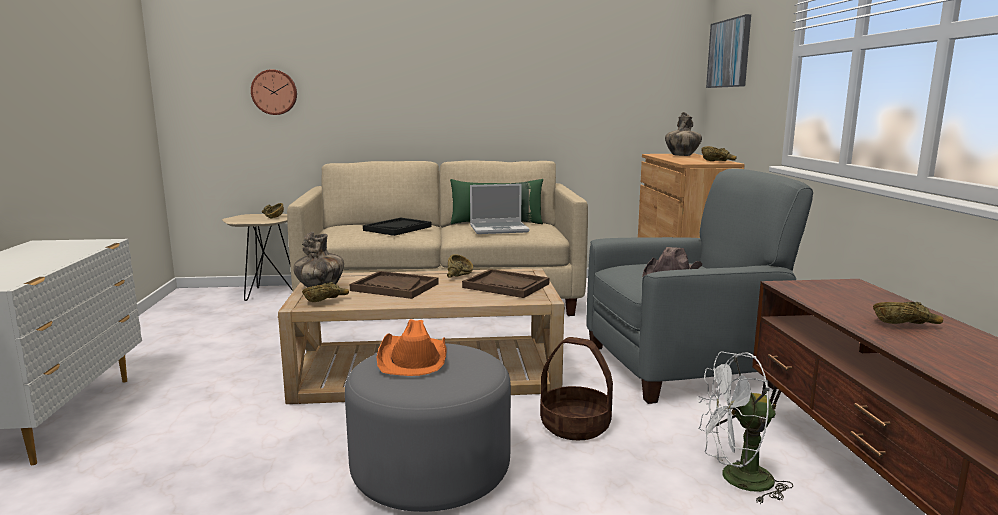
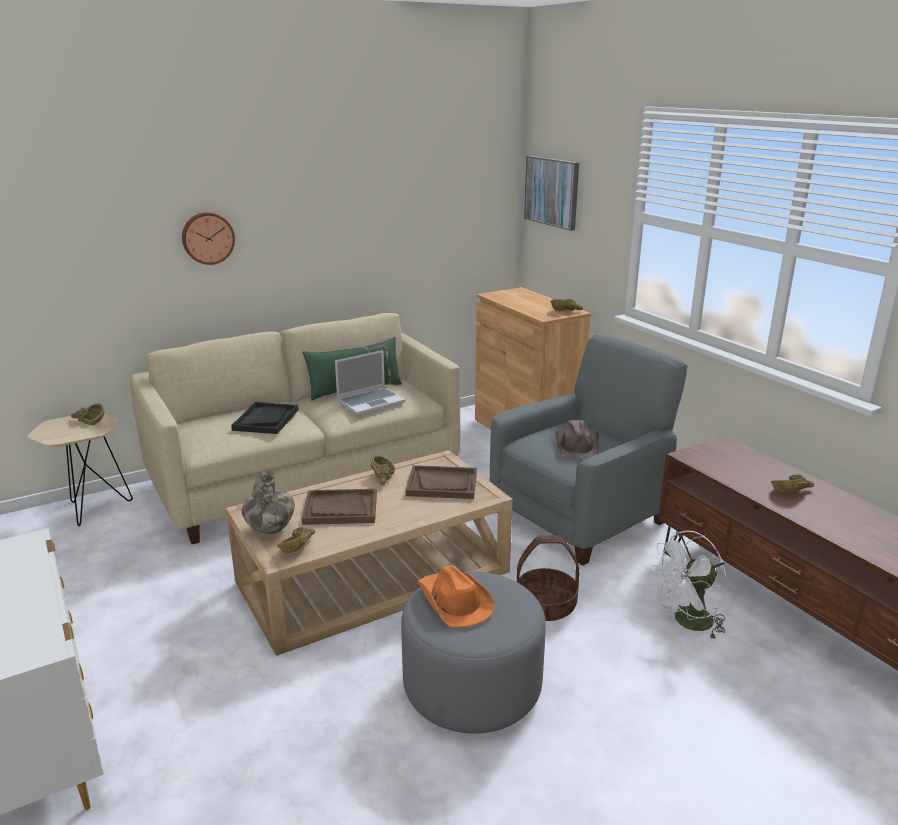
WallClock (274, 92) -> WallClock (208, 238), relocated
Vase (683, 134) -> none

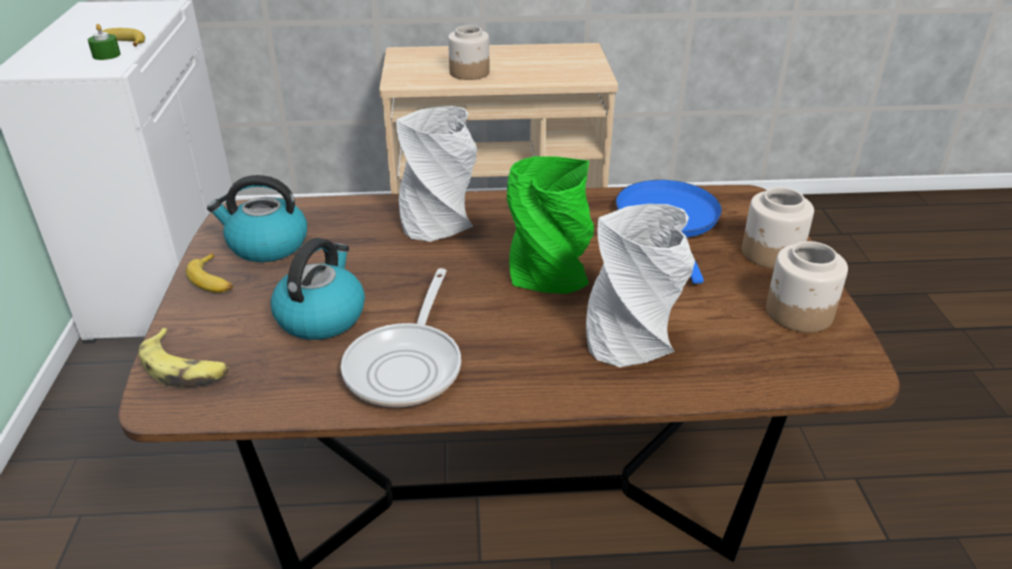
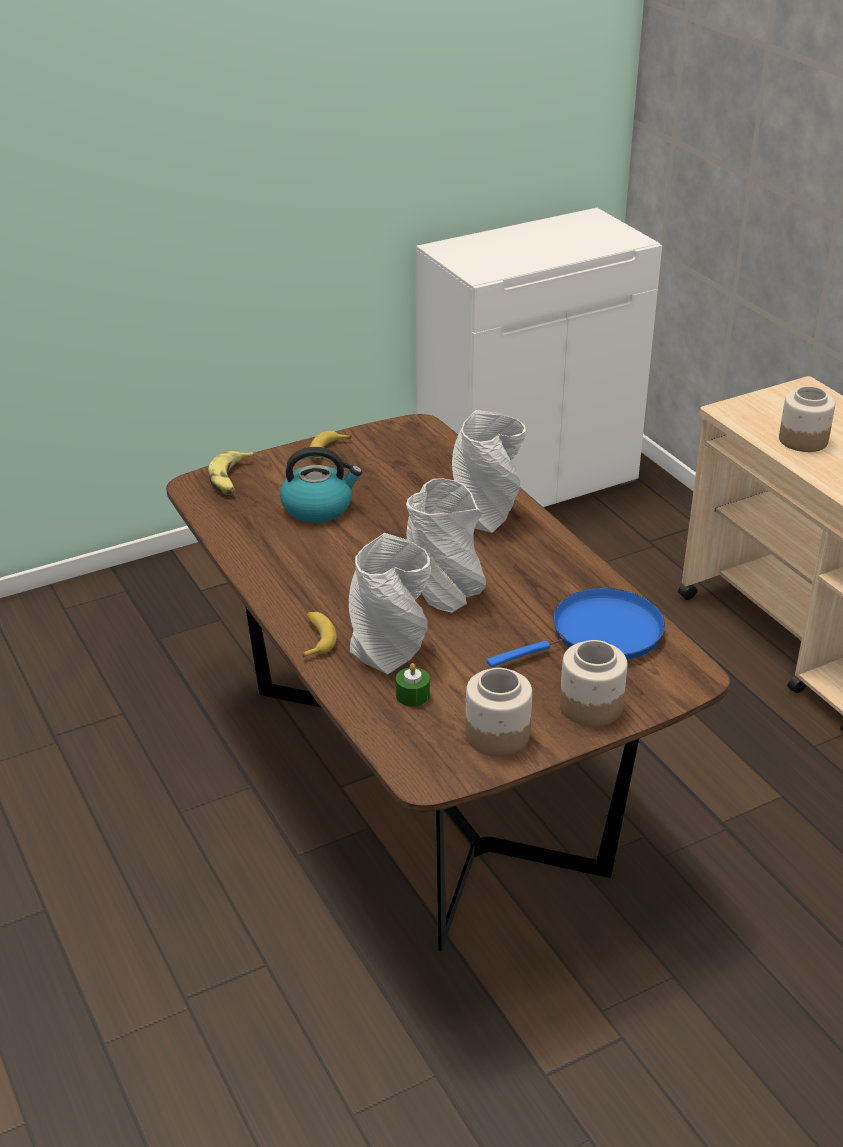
GreenCandle (104, 42) -> GreenCandle (413, 685), relocated
Banana (123, 37) -> Banana (319, 635), relocated
Kettle (257, 218) -> none
FryingPan (401, 337) -> none
GreenVase (550, 225) -> GreyVase (446, 545)

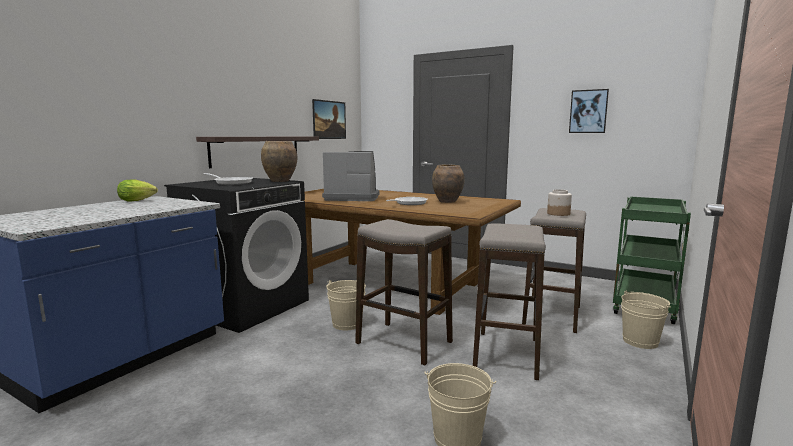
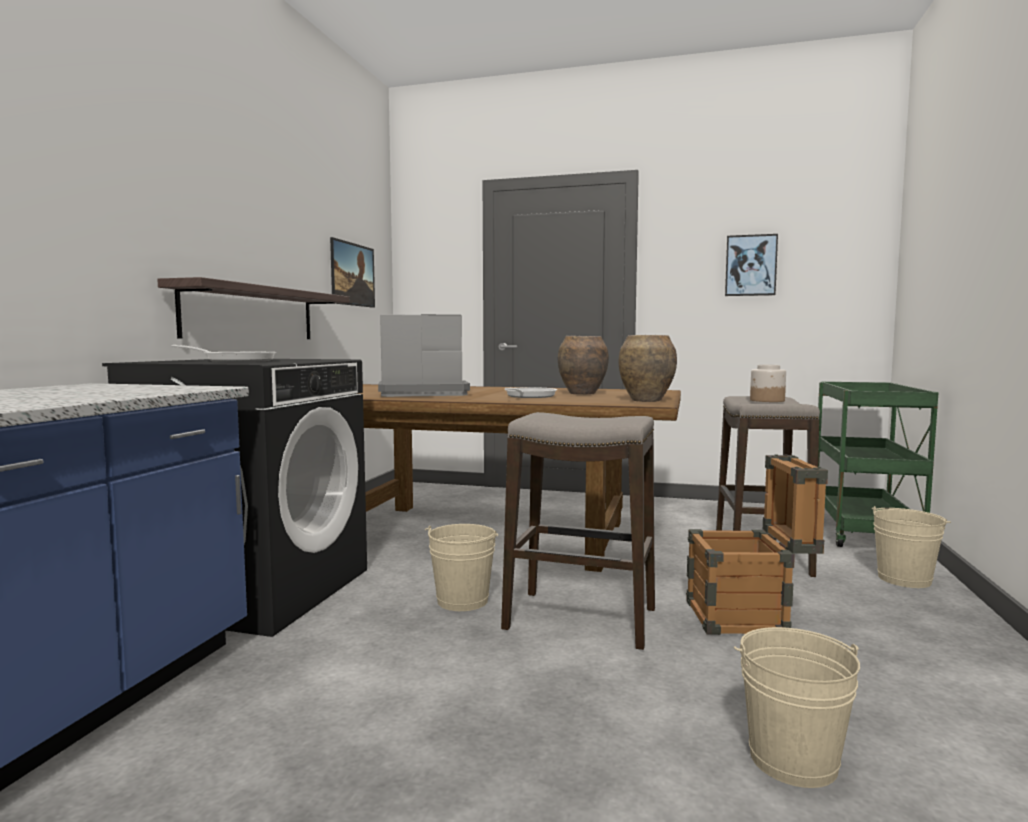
Lettuce (137, 190) -> none
BrownVase (279, 161) -> BrownVase (647, 368), relocated
Stool (509, 301) -> Crate (757, 544)

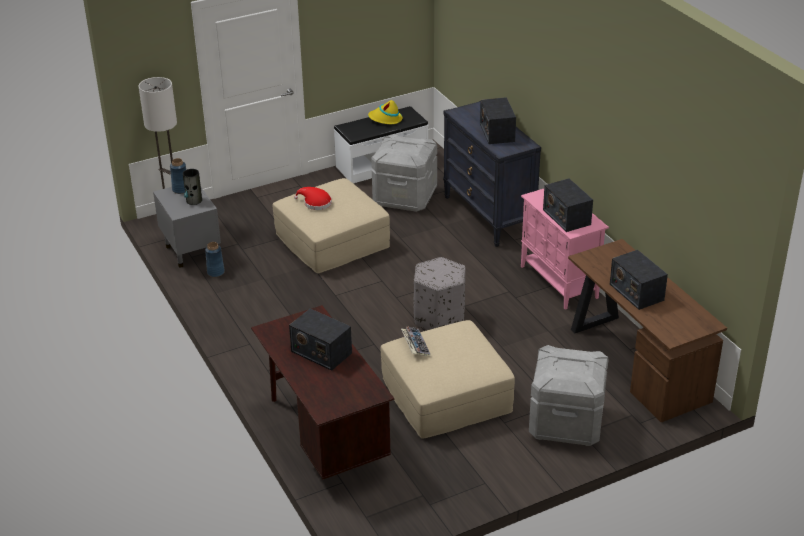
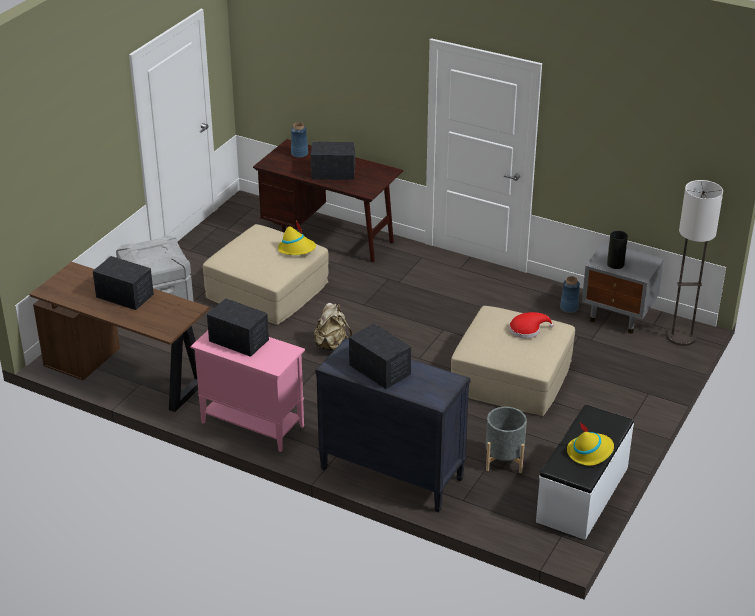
BlueVase (178, 176) -> BlueVase (299, 140), relocated
GreyStorageBox (404, 173) -> GreyPlanter (506, 440)
Keyboard (416, 341) -> YellowHat (297, 237)
GreyOttoman (440, 293) -> BeigeBackpack (333, 327)

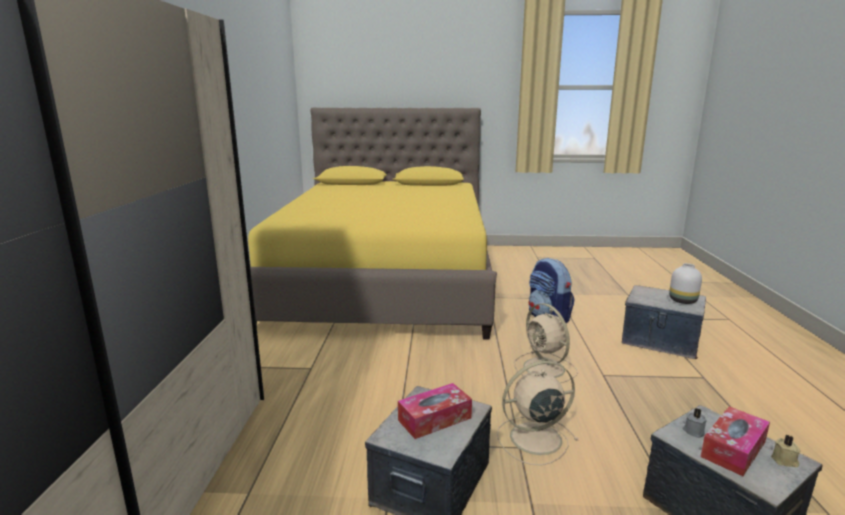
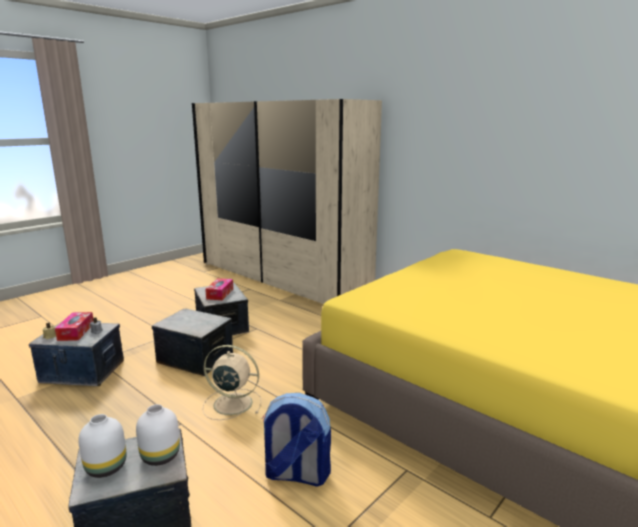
BeigeFan (538, 413) -> StorageBox (192, 342)
none -> WhiteVase (158, 435)

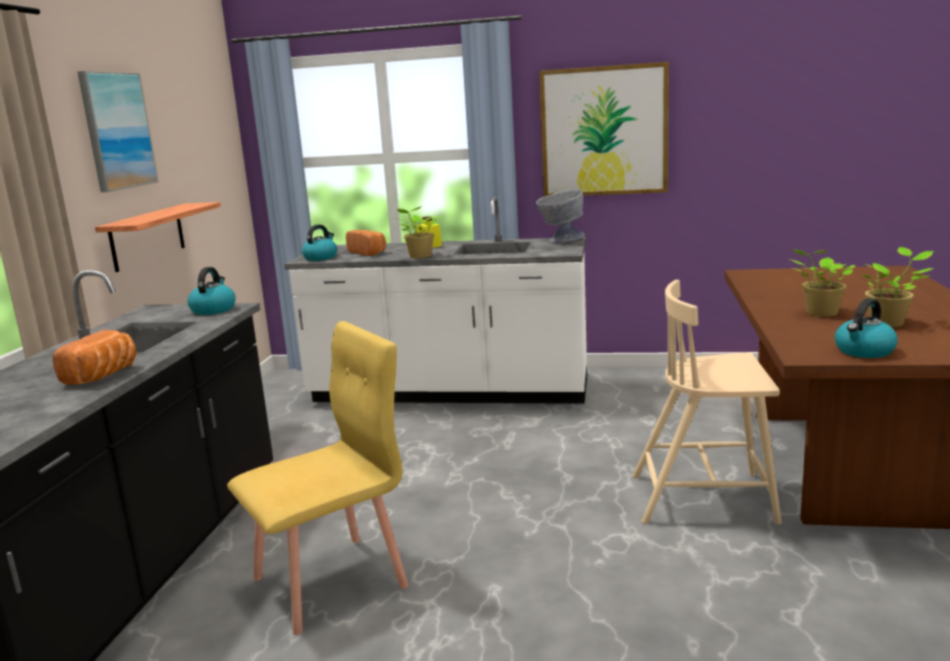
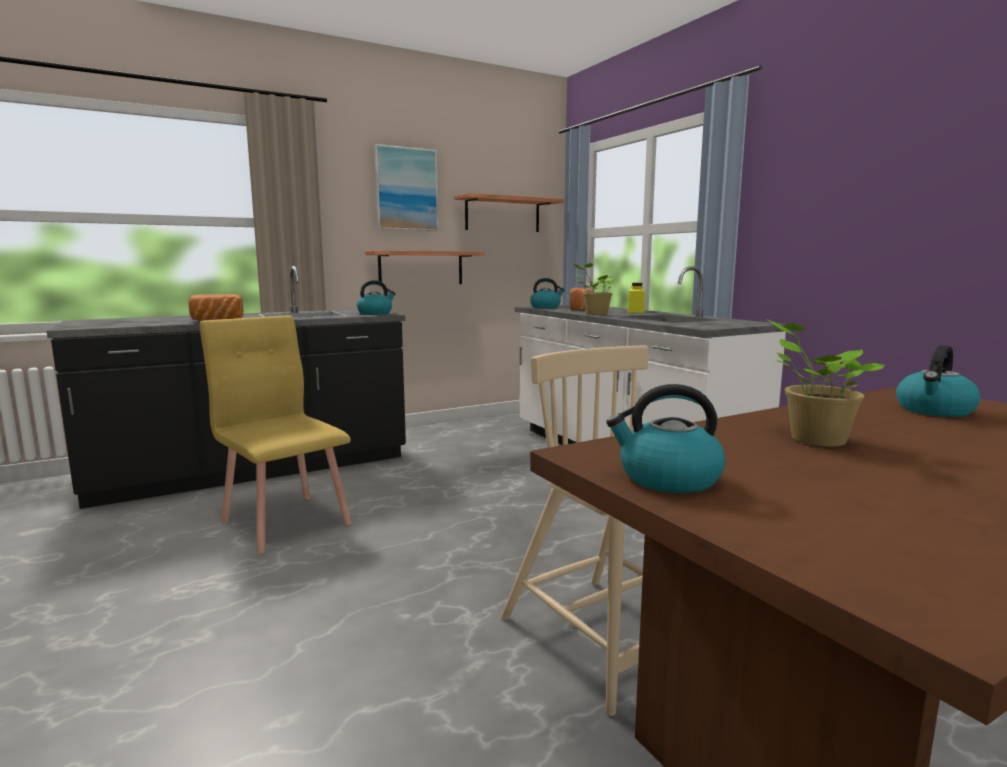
YellowChair (317, 478) -> YellowChair (276, 434), 150 degrees counterclockwise
GreyBowl (560, 216) -> none
Picture (604, 129) -> none
PottedPlant (898, 287) -> none
none -> Shelf (509, 212)
none -> Kettle (938, 381)

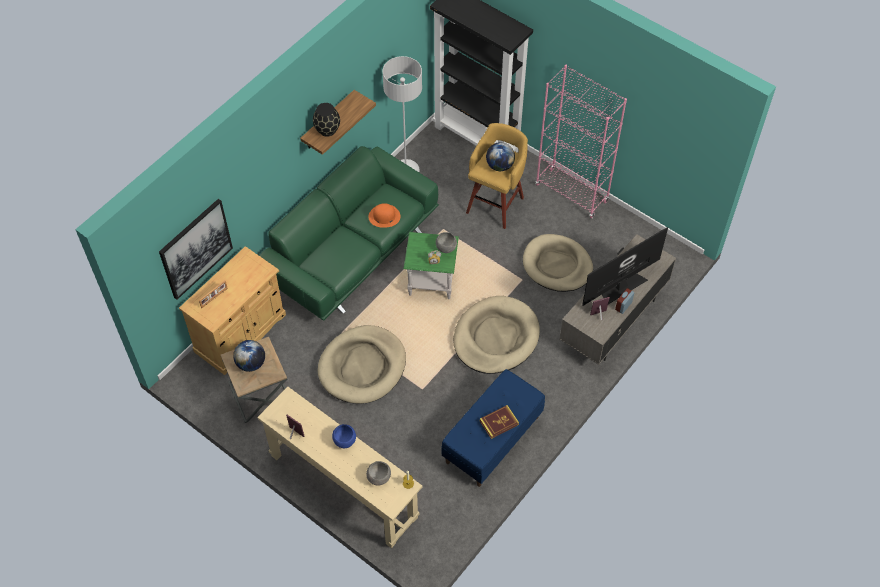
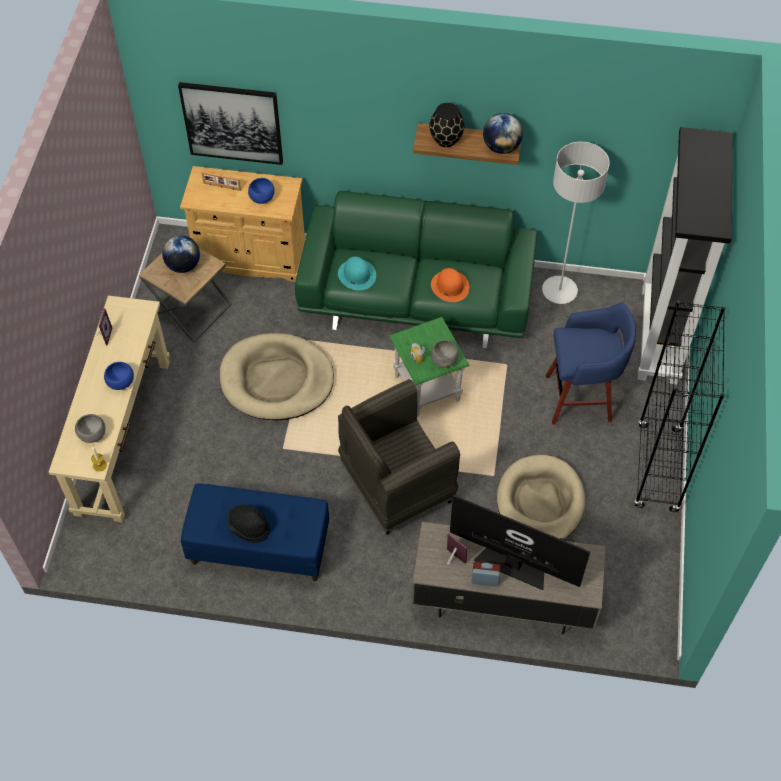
BeigeDogBed (496, 335) -> GreyArmchair (399, 457)
YellowStool (497, 176) -> BlueStool (591, 363)
Book (499, 422) -> BlackHat (248, 523)
Globe (500, 156) -> Globe (503, 133), relocated
PinkBookcase (581, 141) -> BlackBookcase (679, 406)
none -> BlueBowl (261, 191)
none -> TurquoiseHat (357, 274)

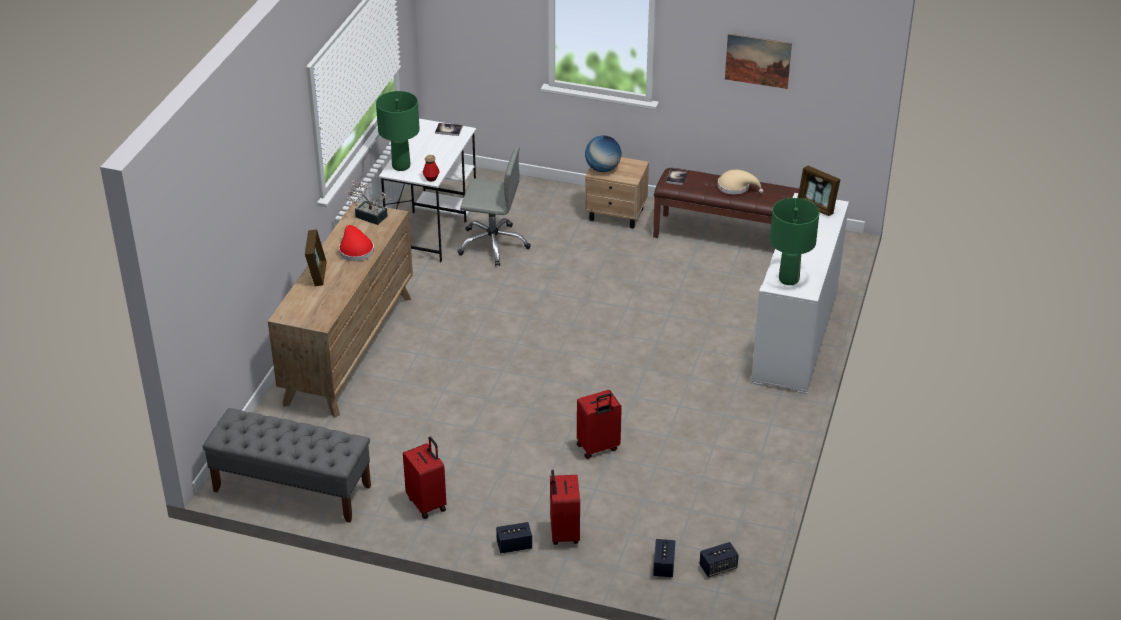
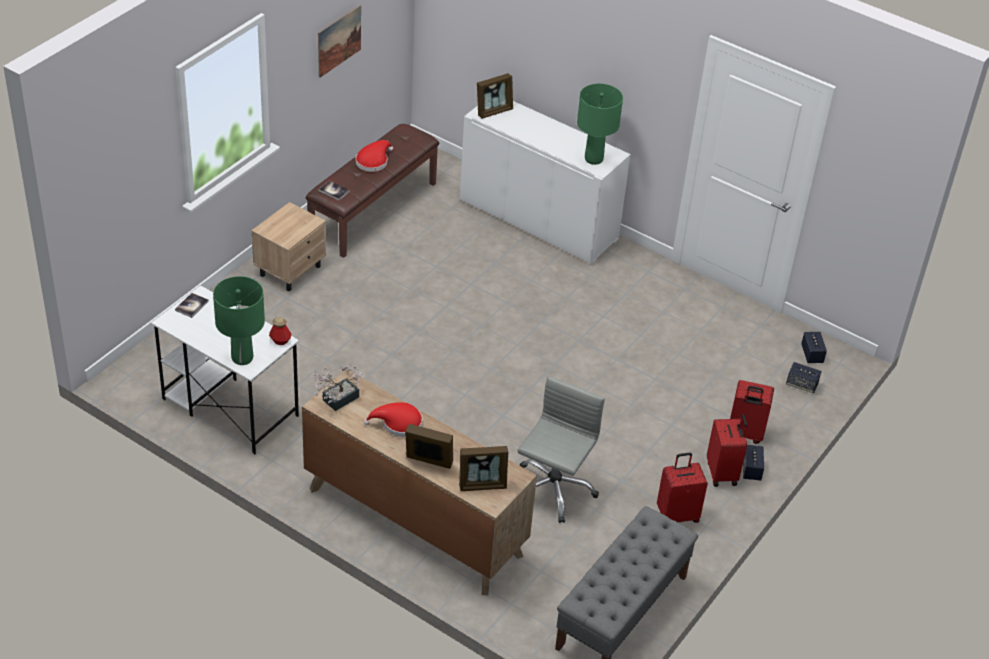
GreyOfficeChair (494, 206) -> GreyOfficeChair (561, 449), relocated
RedSuitcase (599, 424) -> RedSuitcase (727, 450), relocated
Globe (603, 154) -> none
BeigeHat (741, 182) -> RedHat (374, 156)
none -> PictureFrame (483, 468)

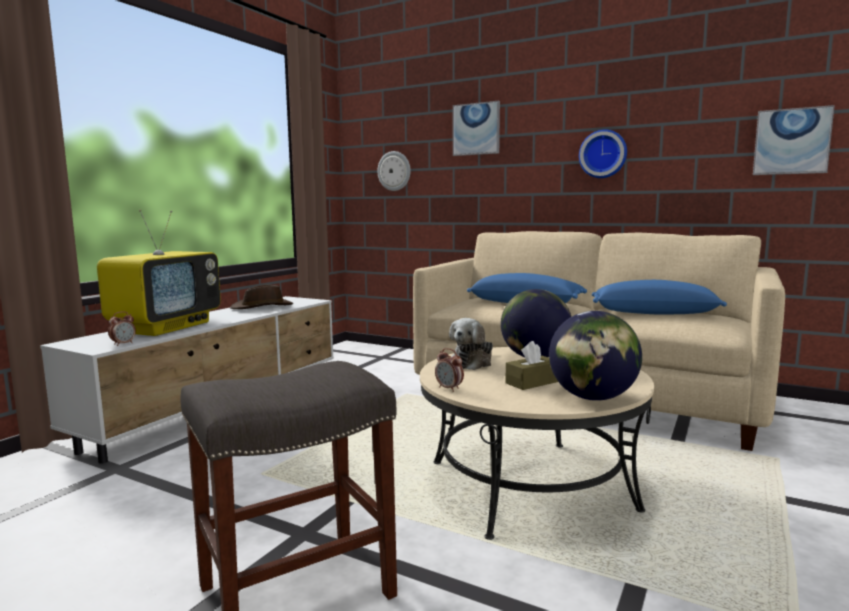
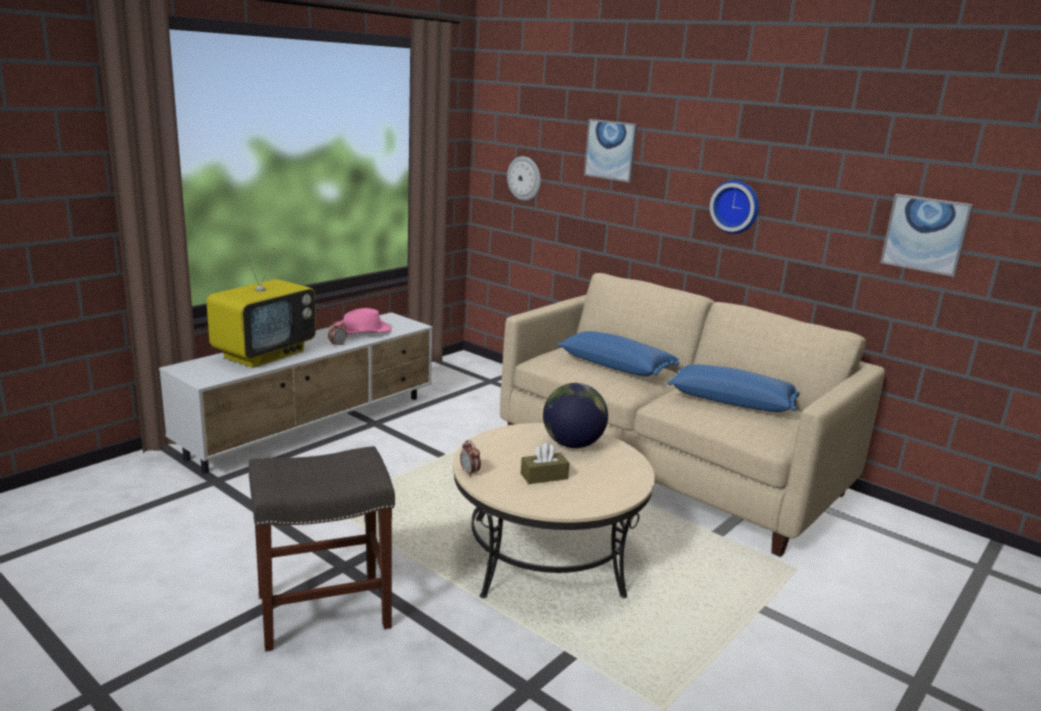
AlarmClock (122, 328) -> AlarmClock (337, 333), relocated
BrownHat (261, 297) -> PinkHat (360, 321)
PlushToy (471, 344) -> none
Globe (595, 356) -> none

